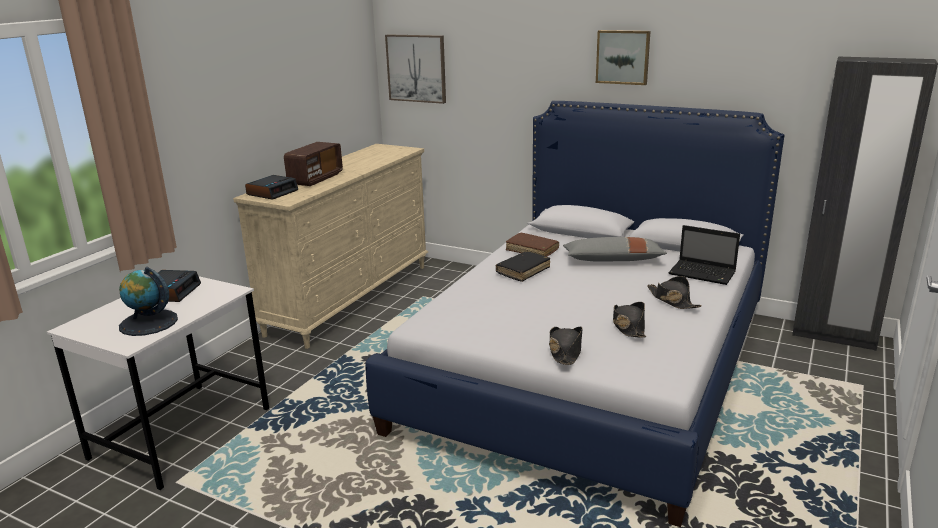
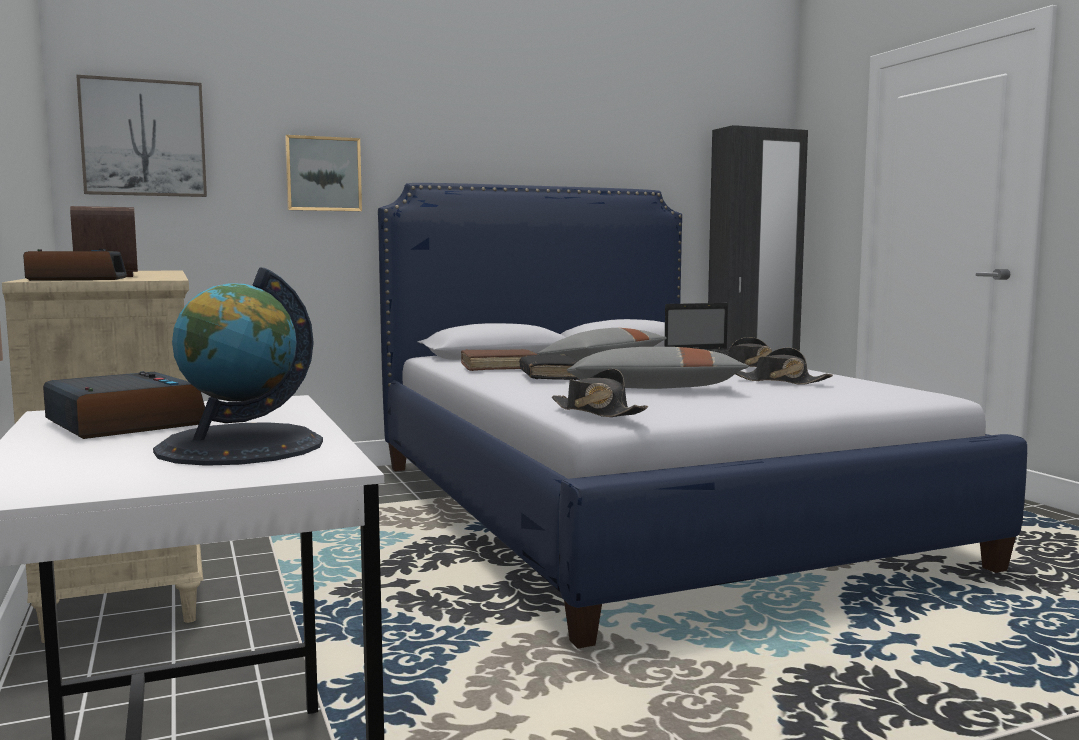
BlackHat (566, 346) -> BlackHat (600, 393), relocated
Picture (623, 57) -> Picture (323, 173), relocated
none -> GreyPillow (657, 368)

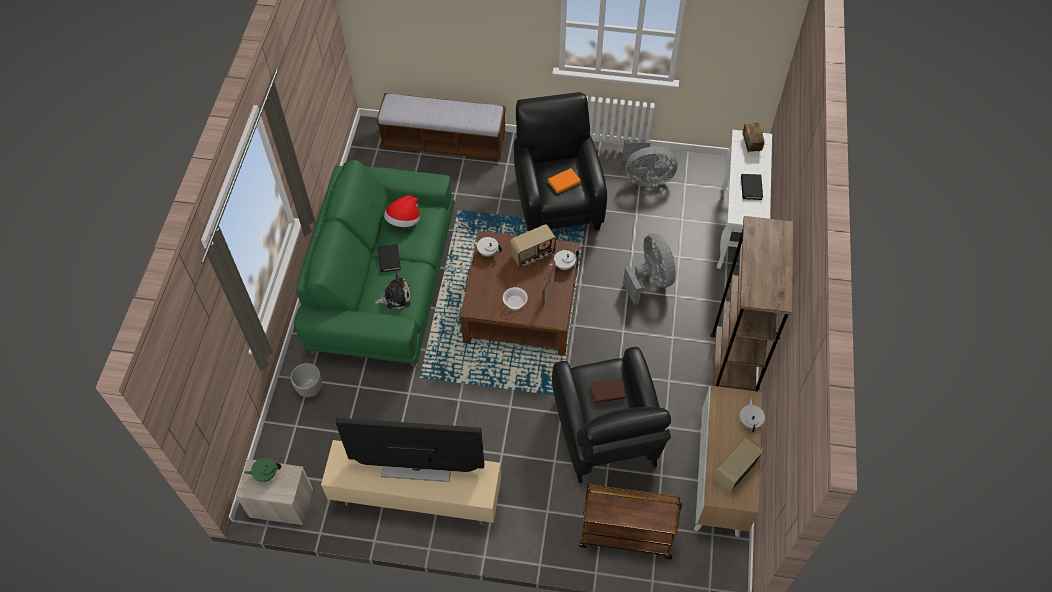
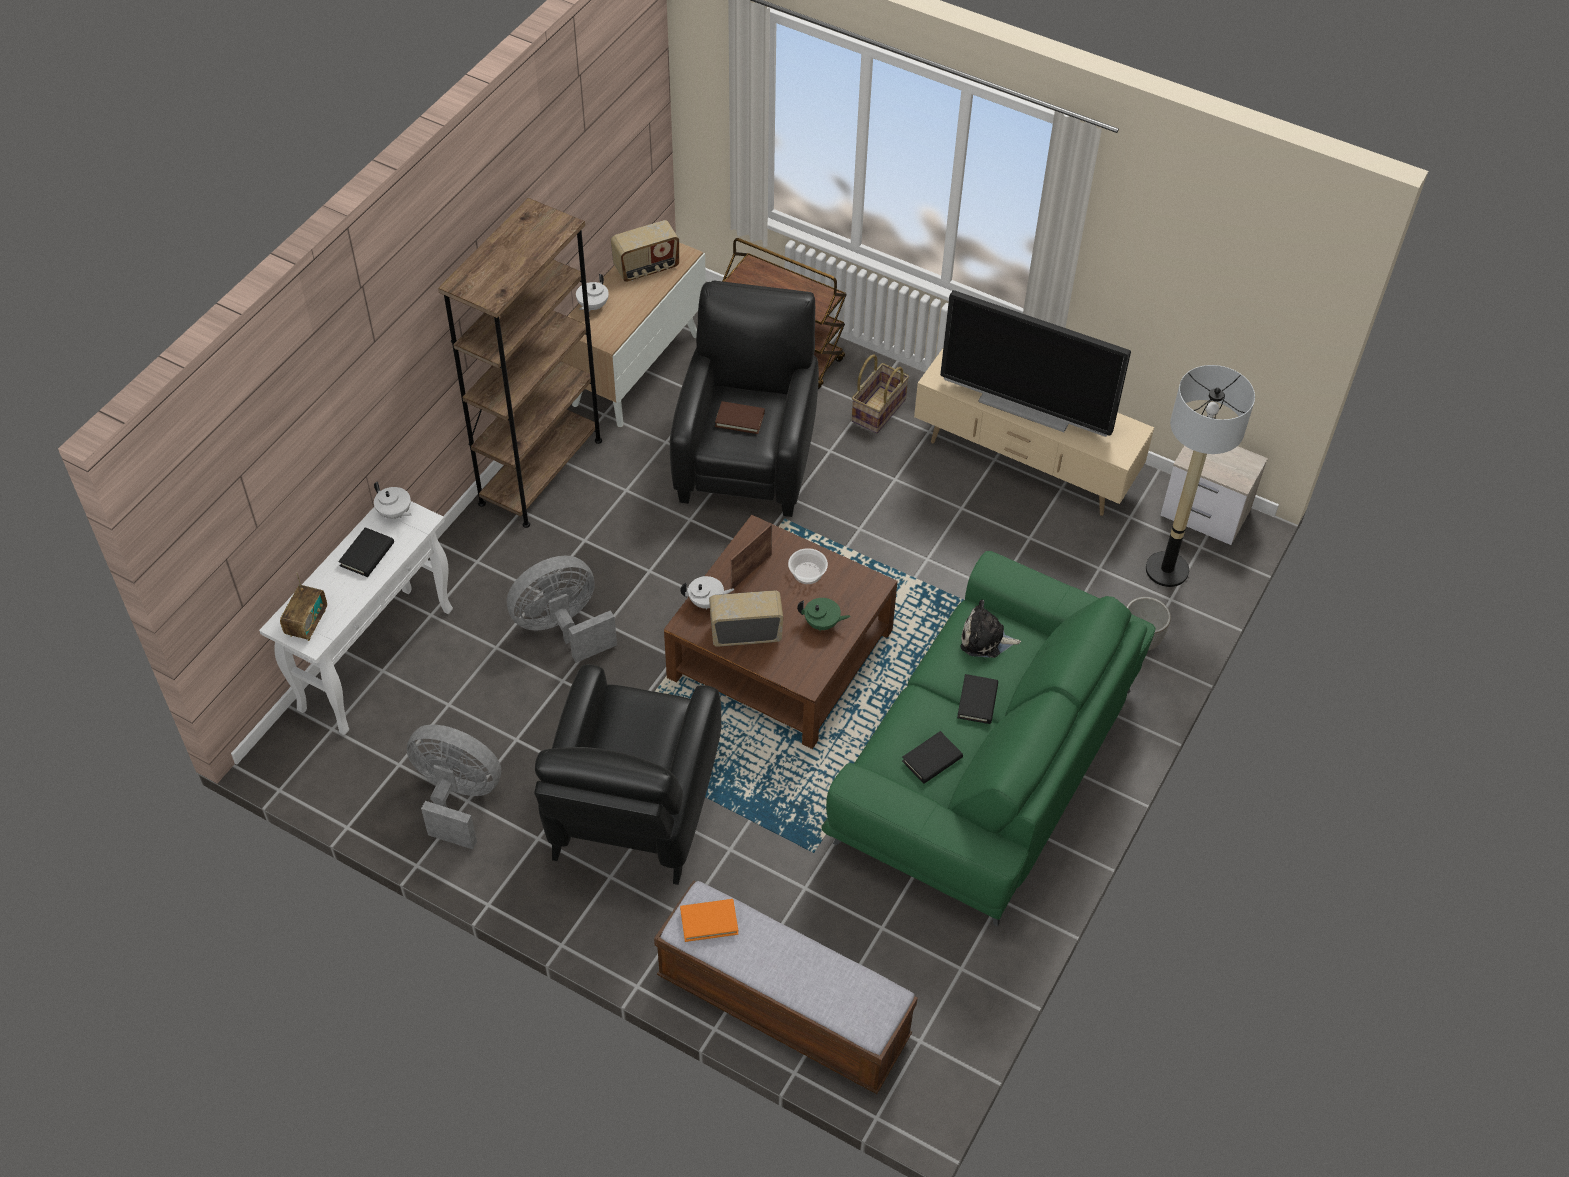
GreenTeapot (262, 470) -> GreenTeapot (824, 614), relocated
Hat (402, 211) -> BlackBook (932, 757)
WhiteTeapot (487, 247) -> WhiteTeapot (393, 500), relocated
OrangeBook (564, 181) -> OrangeBook (709, 920), relocated
GreyFan (649, 269) -> GreyFan (562, 609), 60 degrees clockwise
none -> Basket (880, 393)
none -> FloorLamp (1200, 476)

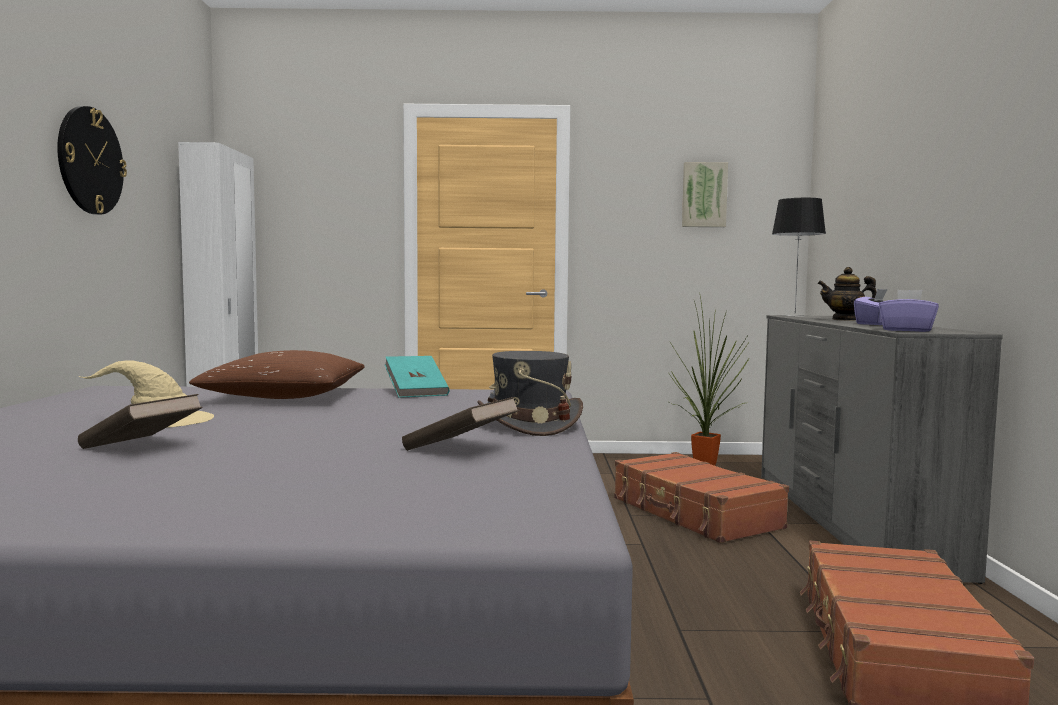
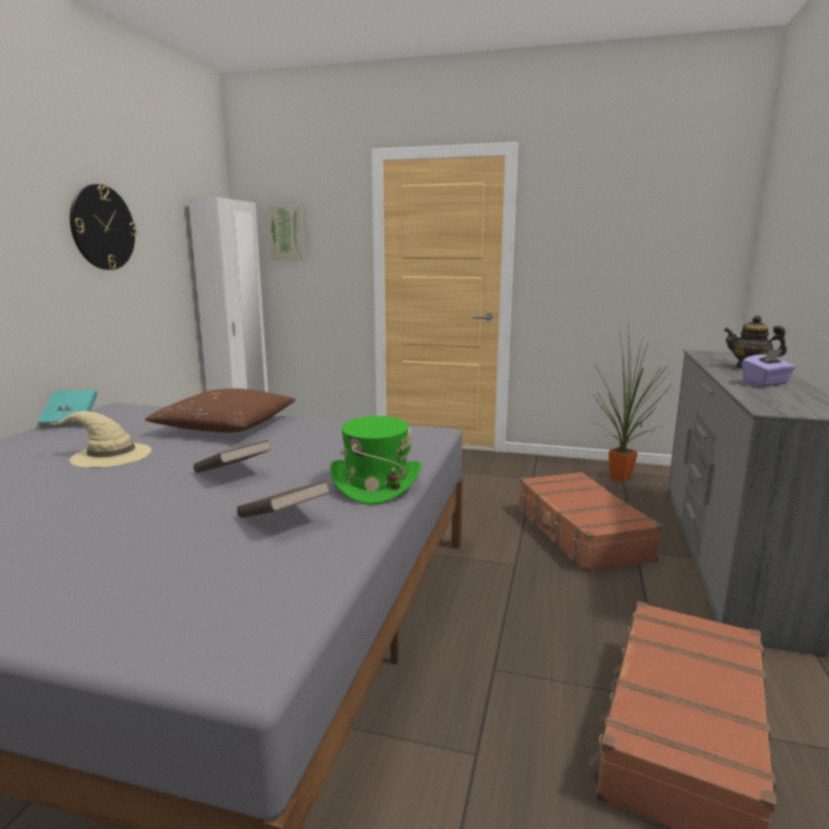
BrownBook (140, 421) -> BrownBook (232, 456), relocated
TurquoiseBook (417, 377) -> TurquoiseBook (67, 409), relocated
GreyHat (530, 393) -> GreenHat (375, 460)
Picture (705, 194) -> Picture (286, 232), relocated
TableLamp (799, 257) -> none
PurpleTissueBox (909, 311) -> none

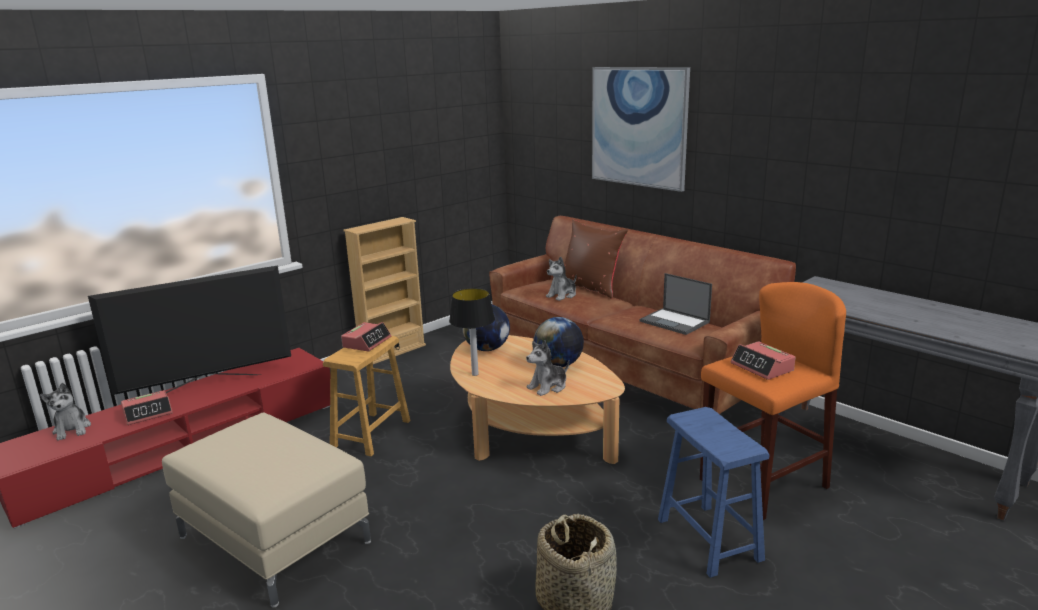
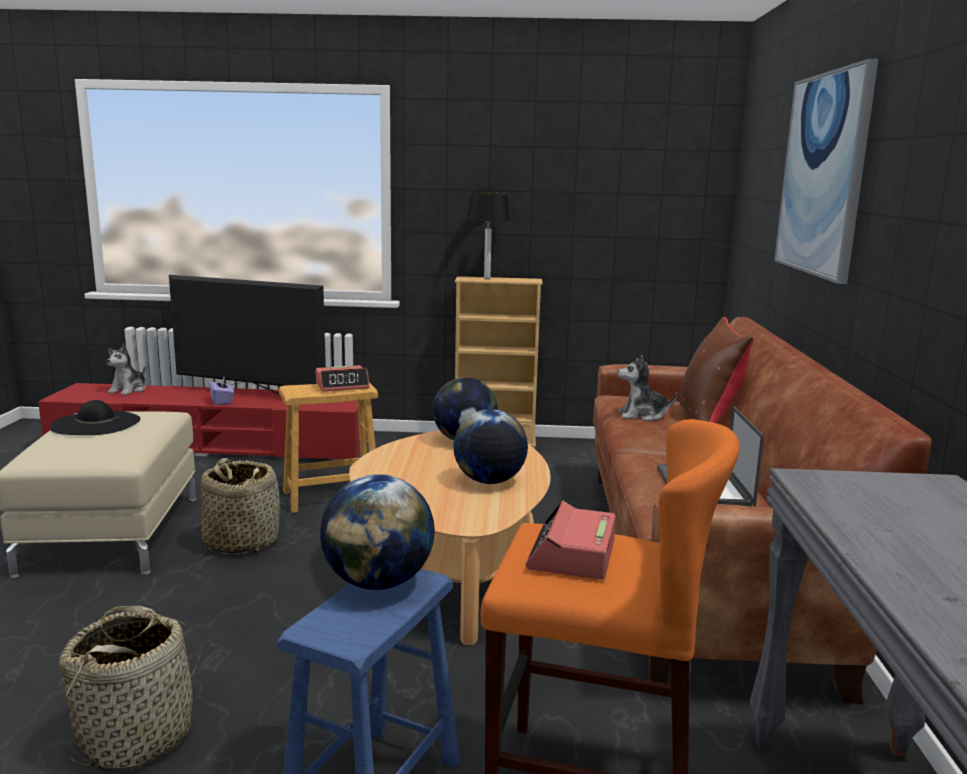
AlarmClock (147, 407) -> none
TableLamp (472, 332) -> TableLamp (488, 235), relocated
PlushToy (547, 368) -> none
none -> BlackHat (95, 417)
none -> Basket (240, 506)
none -> PurpleTissueBox (221, 391)
none -> Globe (377, 532)

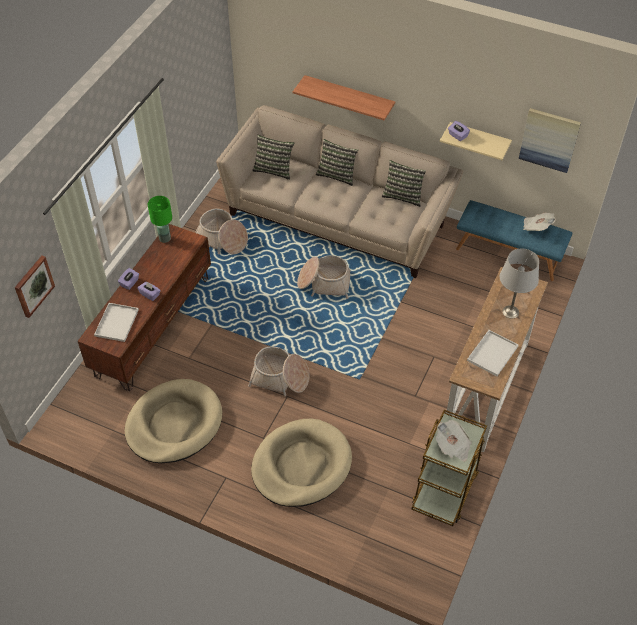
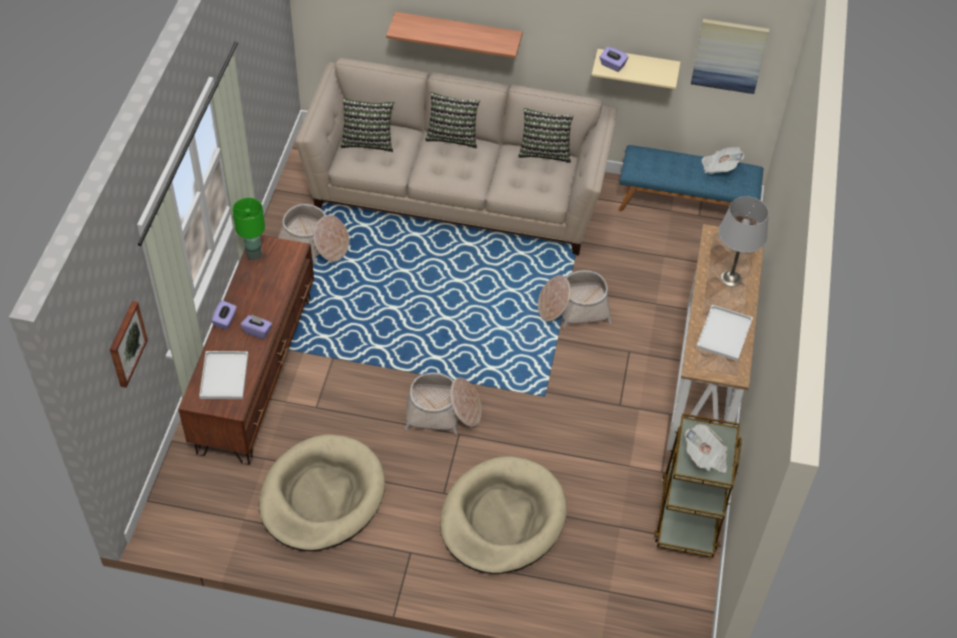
Basket (324, 277) -> Basket (575, 299), relocated

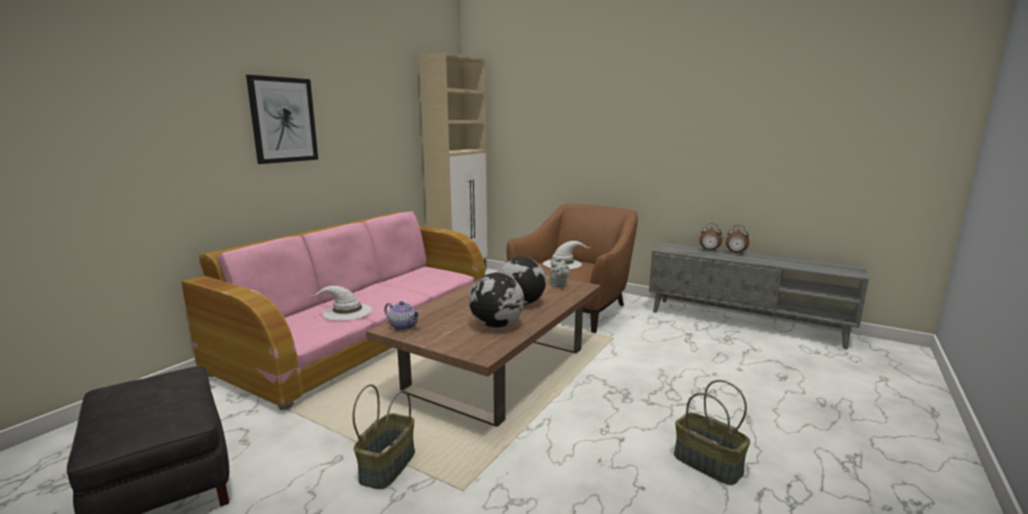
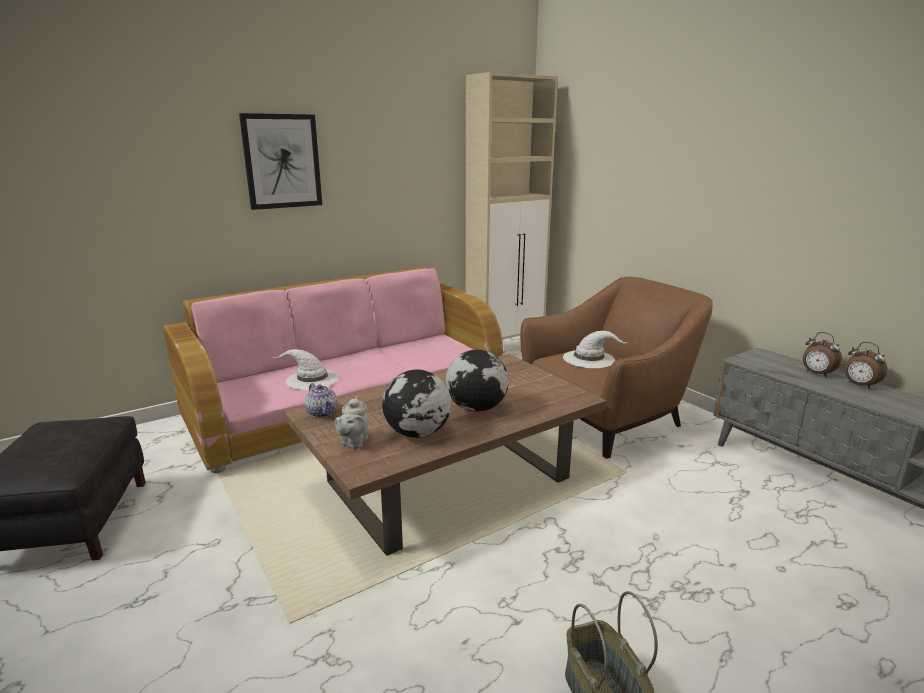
Basket (384, 436) -> none
GreyTeapot (560, 272) -> GreyTeapot (352, 423), relocated

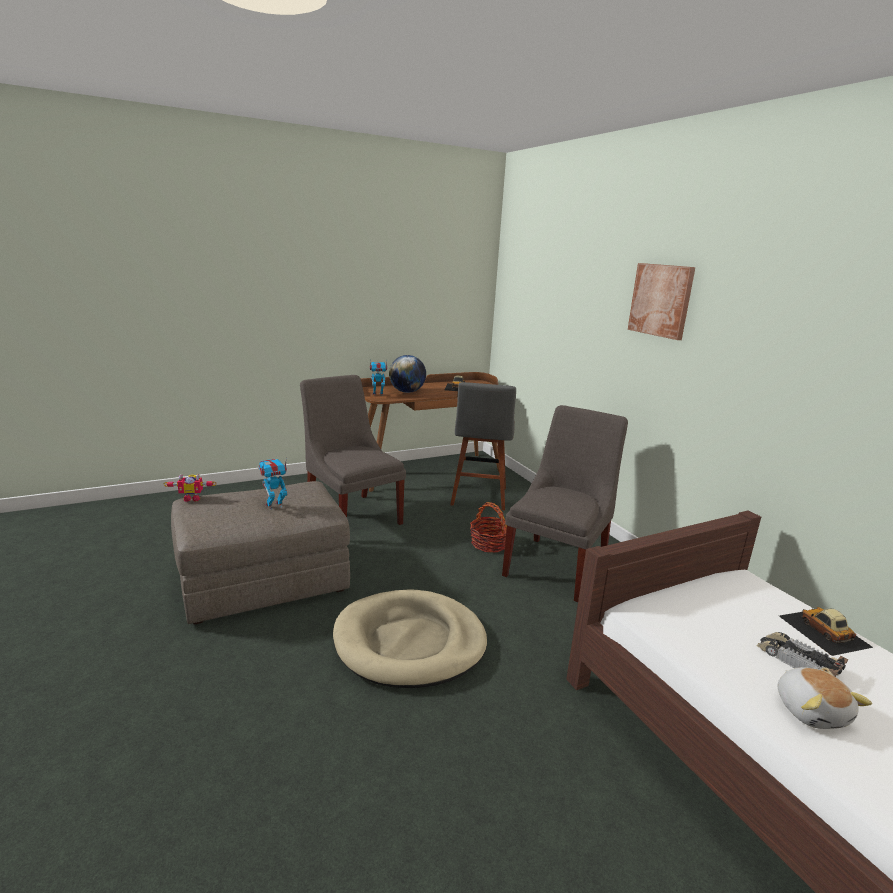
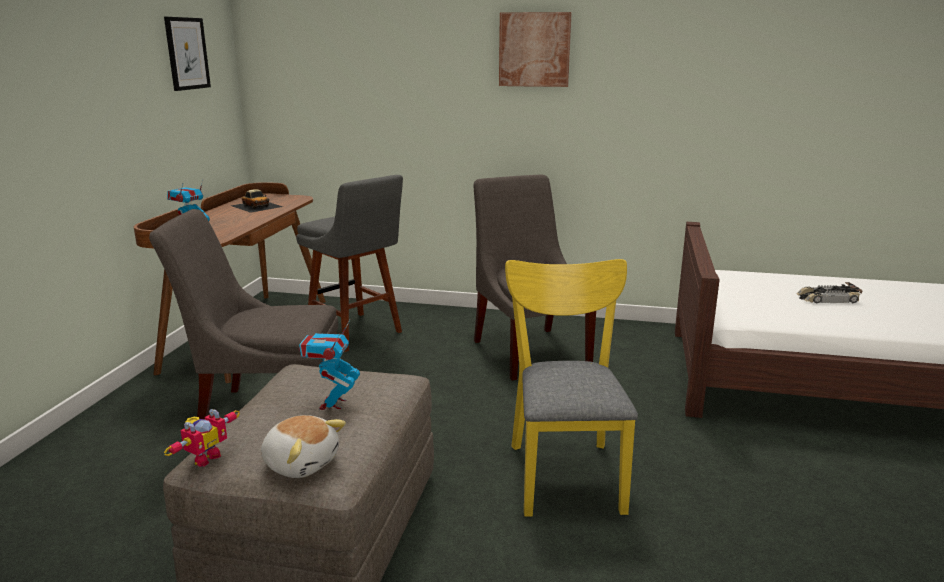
BeigeDogBed (410, 638) -> YellowChair (571, 388)
Globe (407, 374) -> none
Basket (488, 527) -> none
PlushToy (824, 698) -> PlushToy (303, 446), relocated
ToyCar (826, 631) -> none
none -> Picture (187, 54)

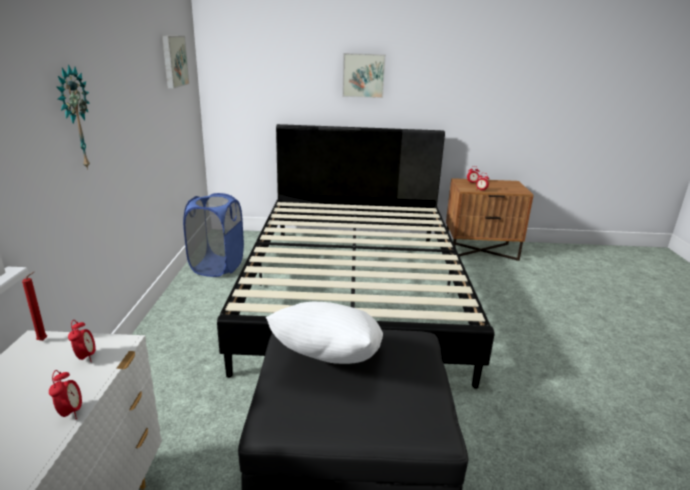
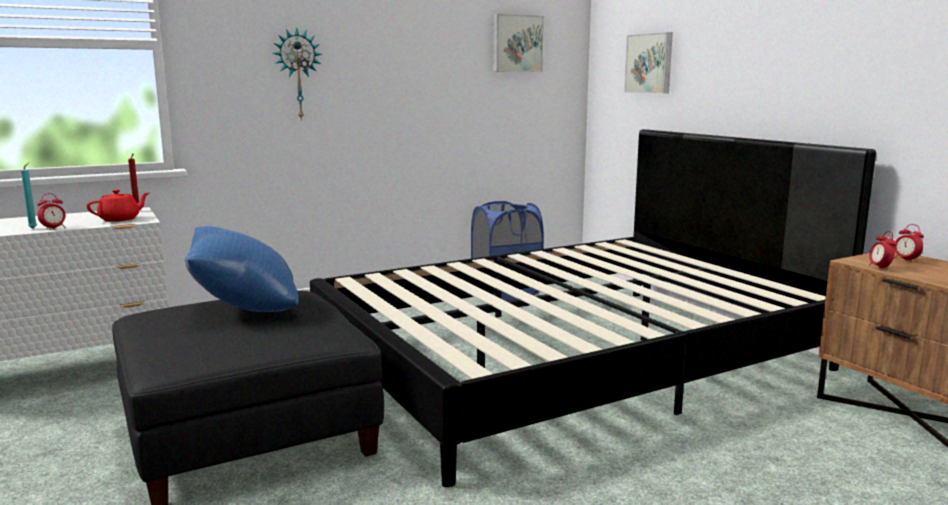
AlarmClock (82, 341) -> RedTeapot (117, 206)
WhitePillow (324, 333) -> BluePillow (242, 269)
Picture (364, 75) -> Picture (648, 63), relocated
none -> TurquoiseCandle (29, 195)

